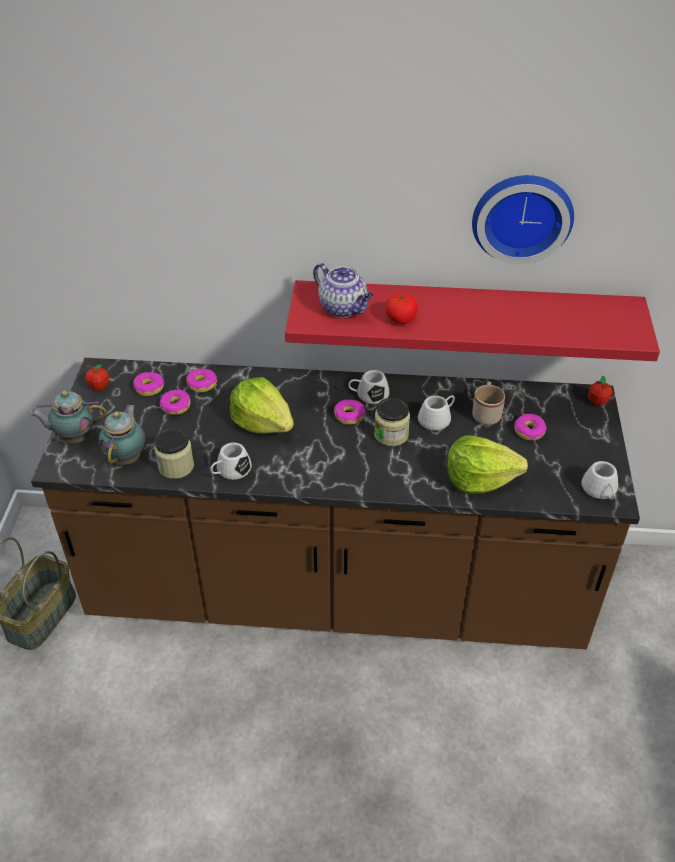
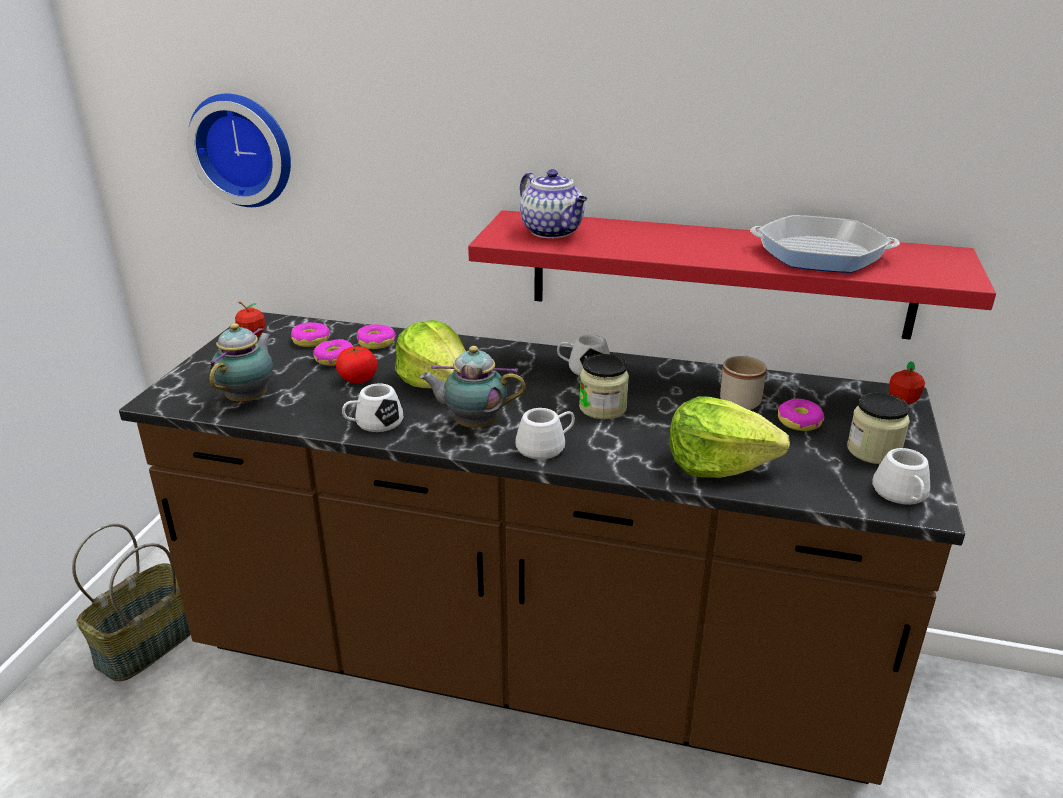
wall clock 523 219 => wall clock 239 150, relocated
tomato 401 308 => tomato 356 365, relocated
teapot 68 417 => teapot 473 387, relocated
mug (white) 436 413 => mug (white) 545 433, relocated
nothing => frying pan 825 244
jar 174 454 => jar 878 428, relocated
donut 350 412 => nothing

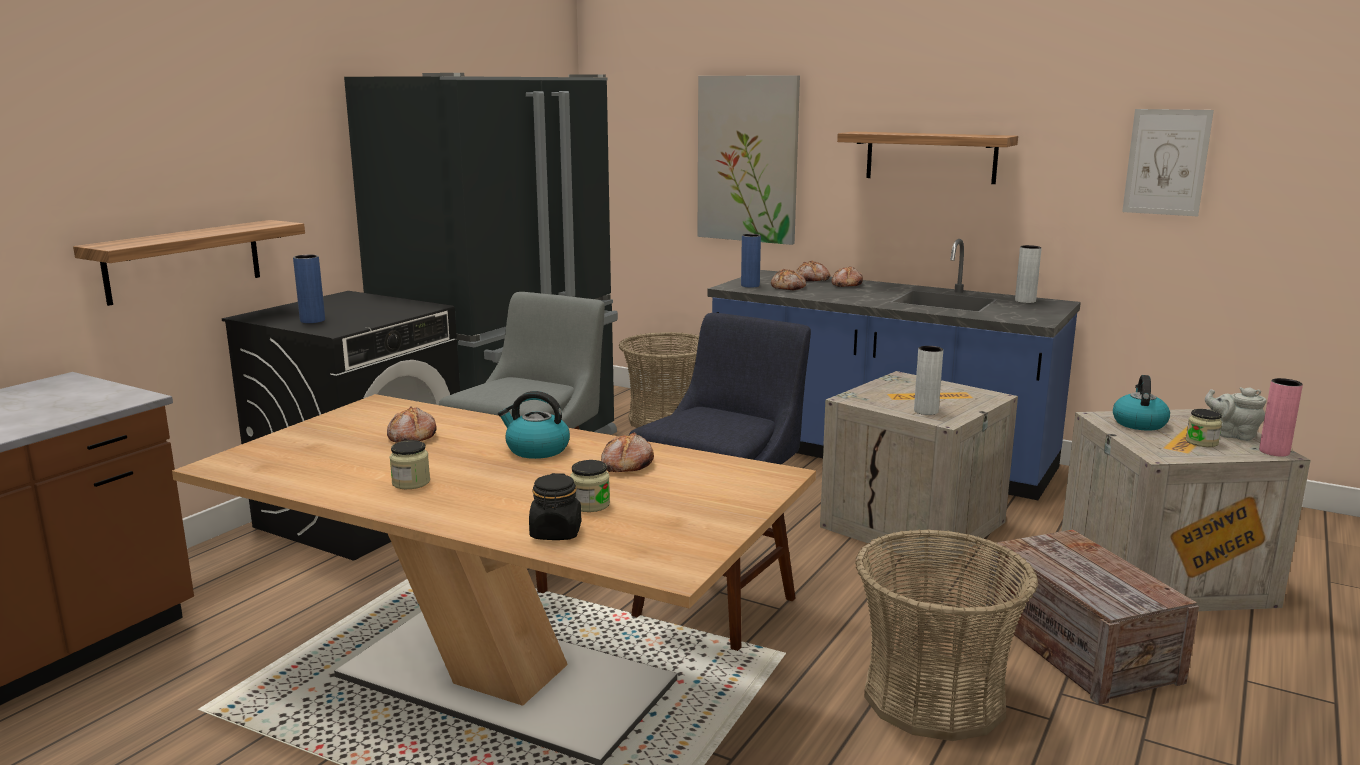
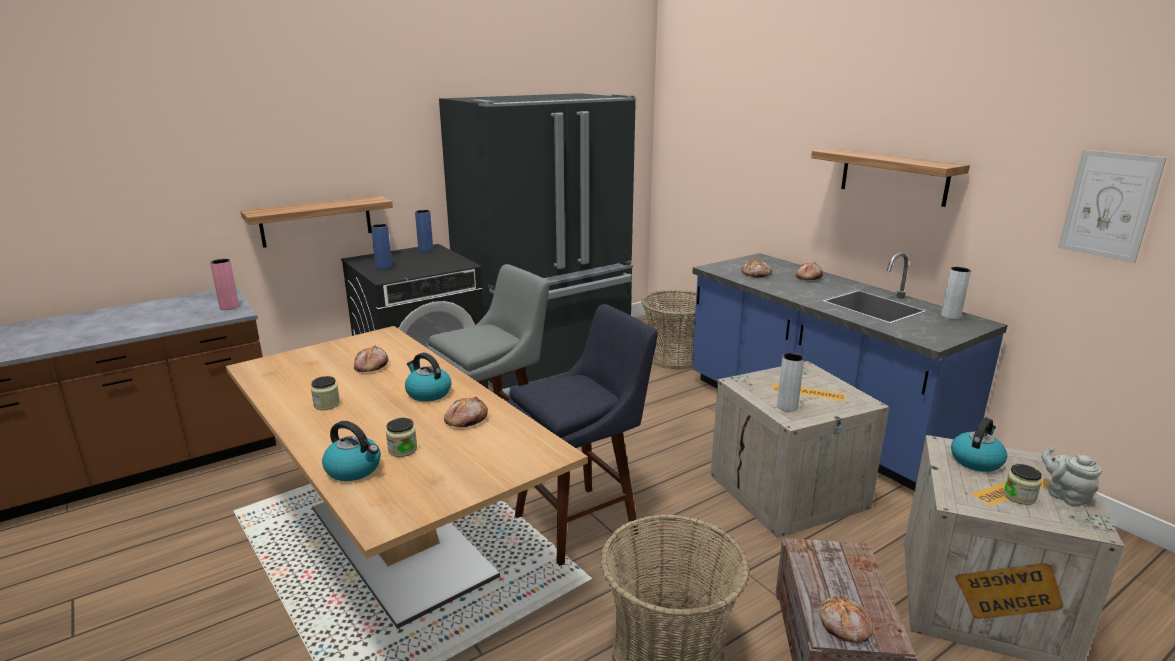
vase (pink) 1281 417 => vase (pink) 224 284, relocated
jar (black) 555 506 => kettle 351 451
vase (blue) 751 261 => vase (blue) 424 231, relocated
bread 813 270 => bread 846 619, relocated
picture 749 160 => nothing

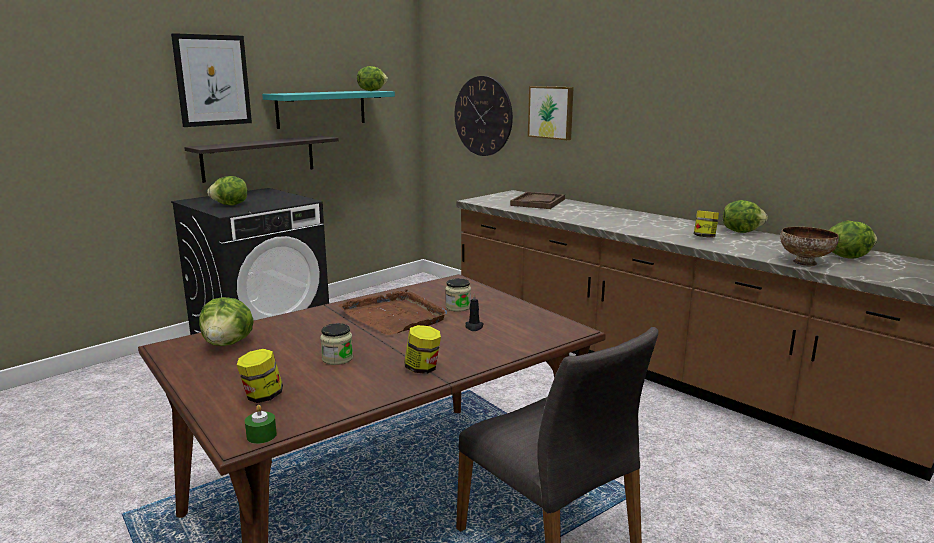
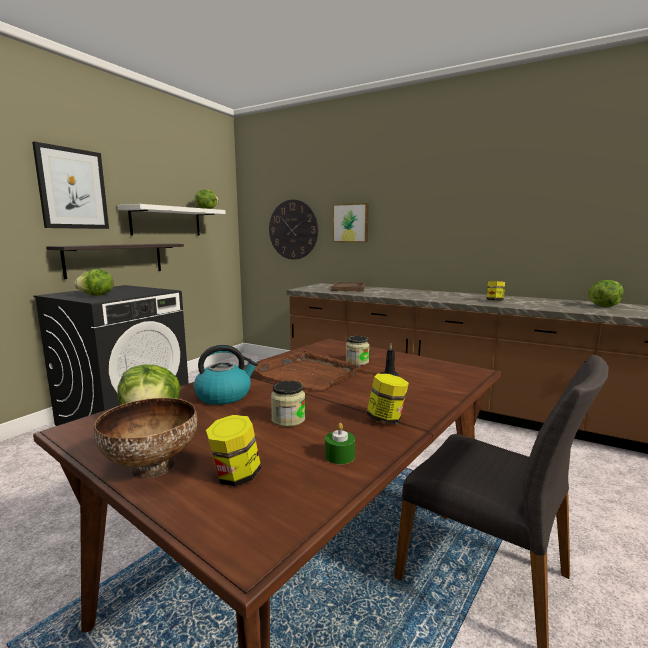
bowl 809 246 => bowl 145 438, relocated
shelf (turquoise) 328 110 => shelf (white) 172 220
nothing => kettle 226 375
candle (green) 261 424 => candle (green) 340 443, relocated
lettuce 745 216 => nothing

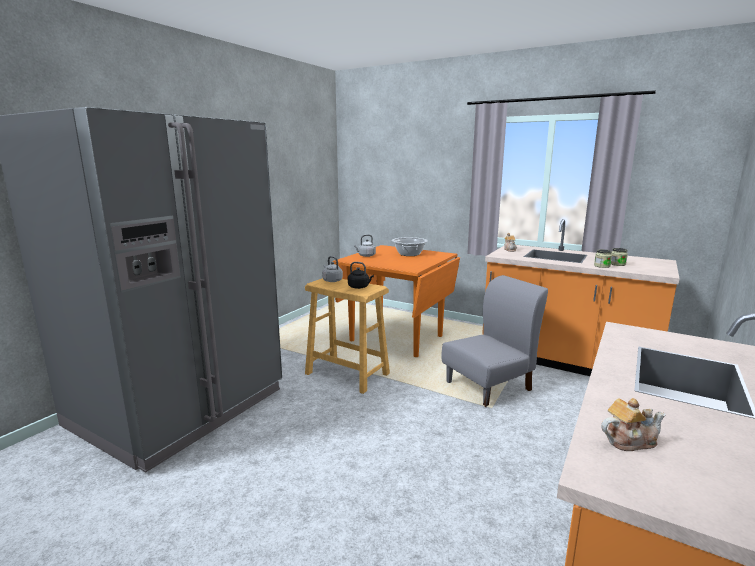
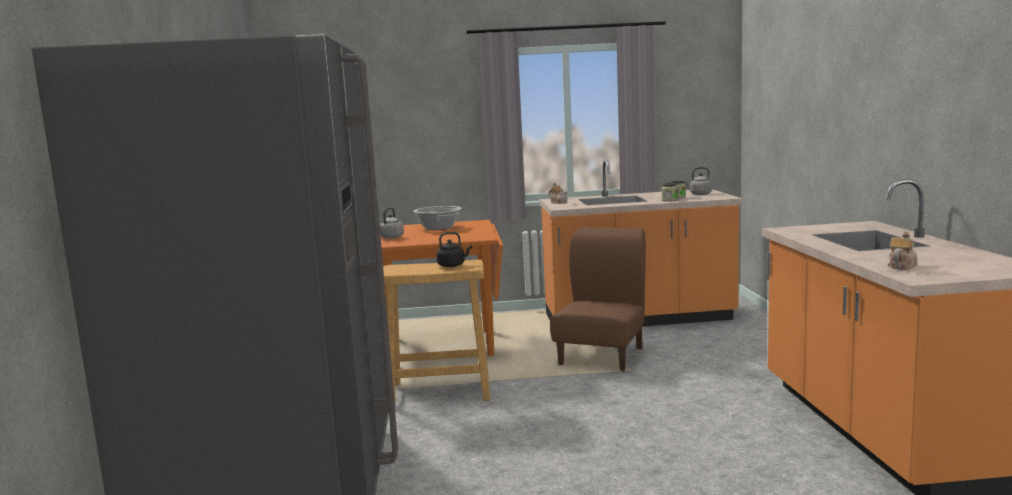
chair (grey) 494 341 => chair (brown) 598 299
kettle (grey) 332 269 => kettle (grey) 697 181, relocated

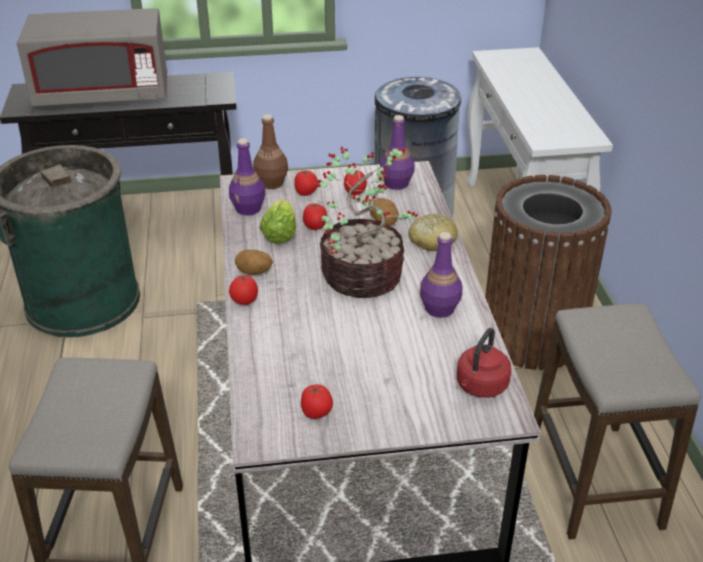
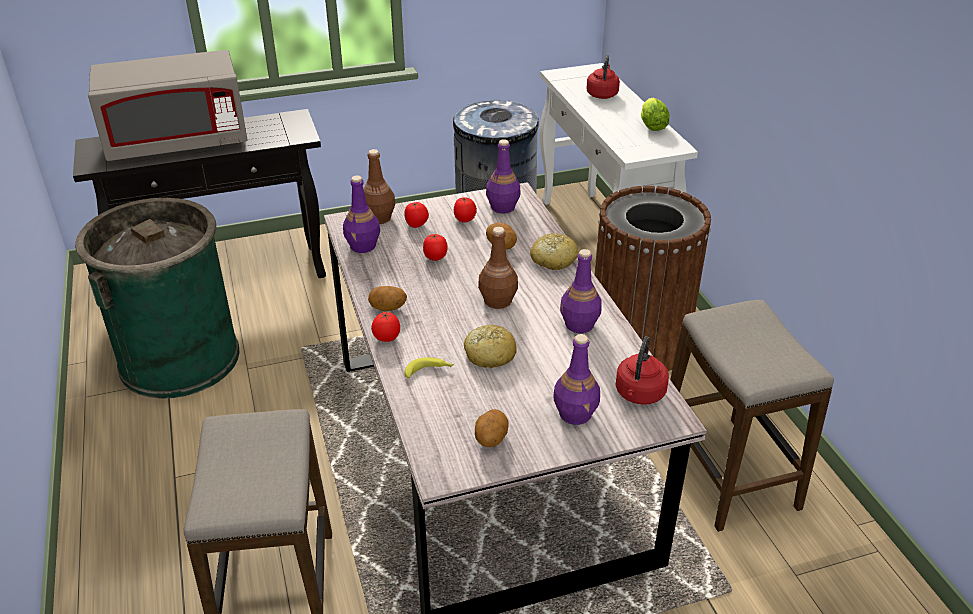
nothing => banana 429 367
nothing => bread 490 346
tomato 317 402 => potato 492 428
potted plant 366 222 => bottle (brown) 498 268
nothing => bottle (purple) 576 379
nothing => kettle (red) 603 77
lettuce 278 221 => lettuce 655 114, relocated

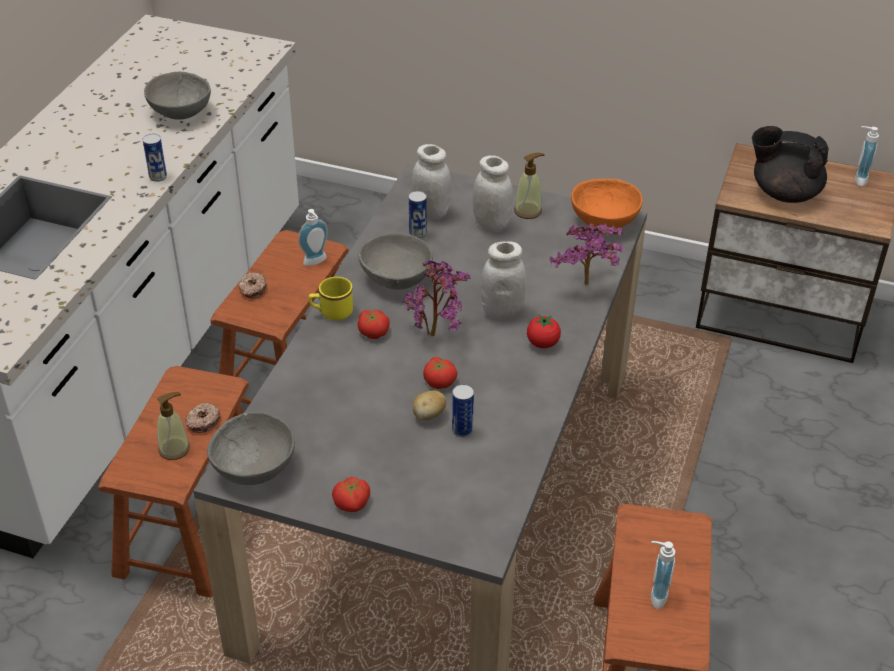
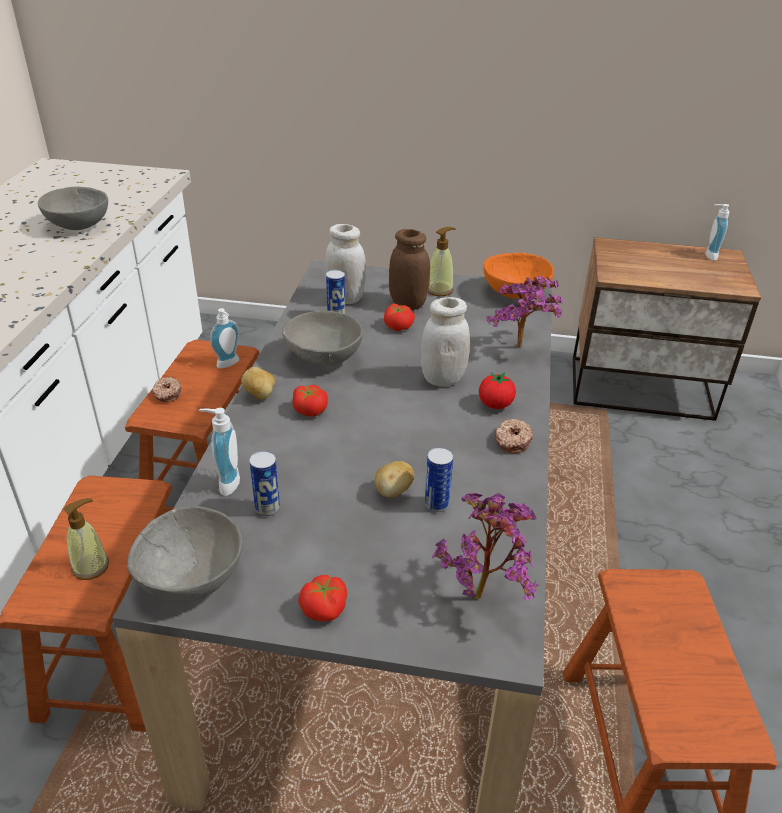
soap dispenser 663 575 => soap dispenser 219 452, relocated
mug (yellow) 331 299 => potato 258 383
can 155 158 => can 264 483, relocated
tomato 440 373 => tomato 399 317, relocated
jar (white) 493 194 => jar (brown) 409 269
potted plant 436 298 => potted plant 485 546, relocated
donut 202 417 => donut 514 435, relocated
teapot (black) 790 164 => nothing

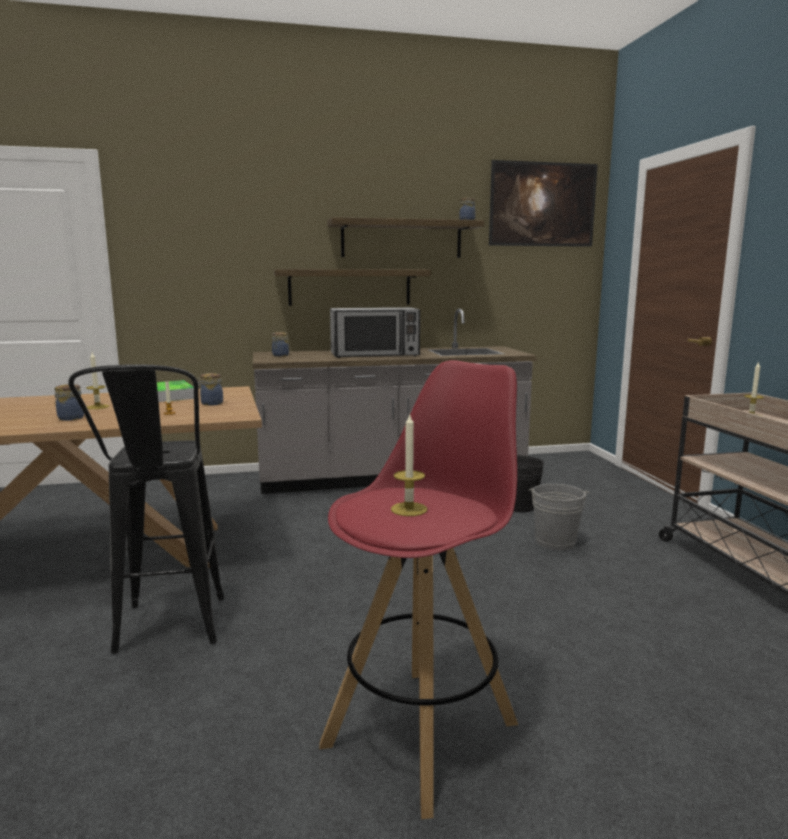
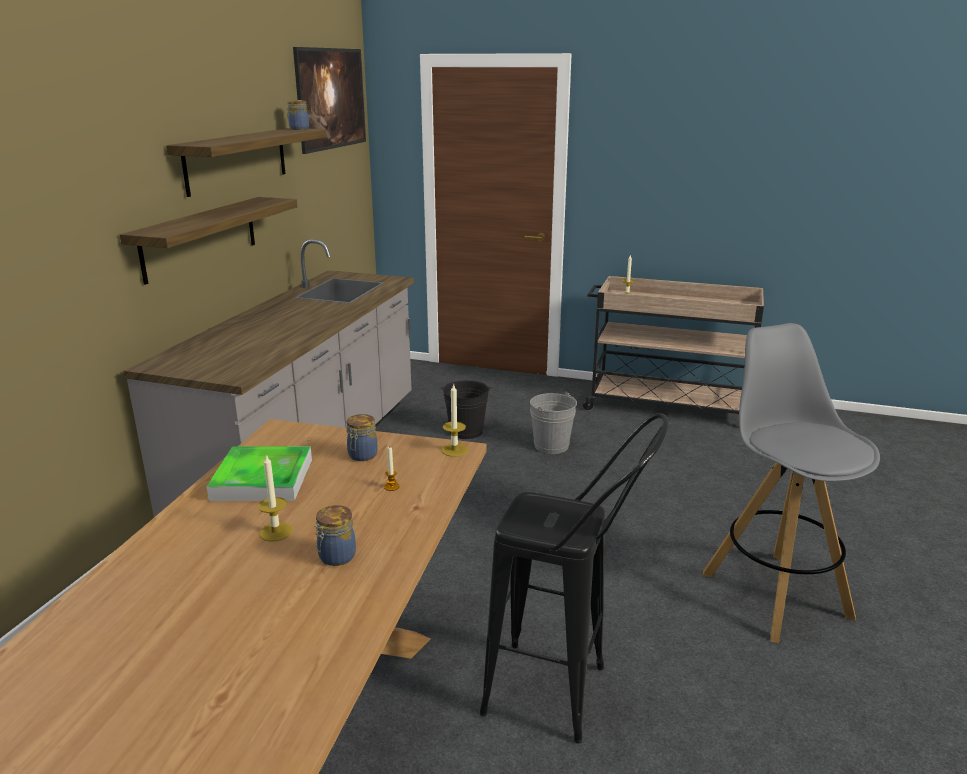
candle 409 464 => candle 454 420, relocated
stool (red) 418 589 => stool (grey) 791 483
jar 280 344 => nothing
microwave 375 332 => nothing

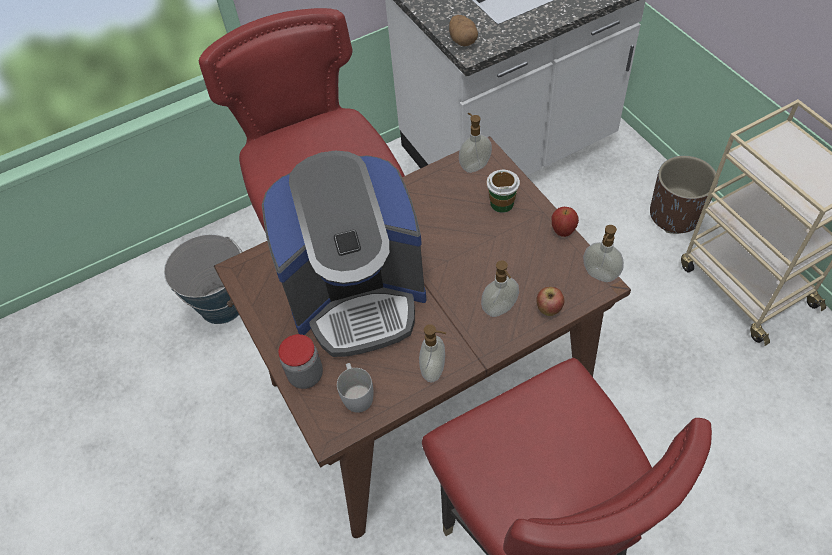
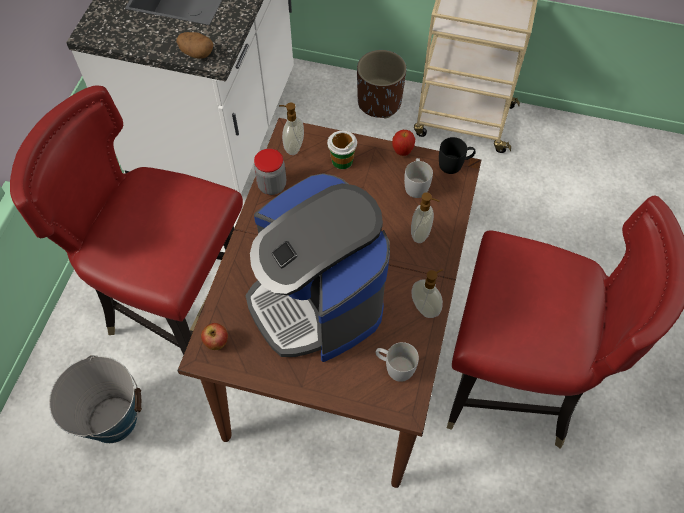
apple 550 301 => apple 214 336, relocated
coffee machine 344 254 => coffee machine 317 267, 120 degrees clockwise
jar 300 361 => jar 270 172, relocated
nothing => mug (white) 418 178
soap dispenser 603 253 => mug (black) 457 155

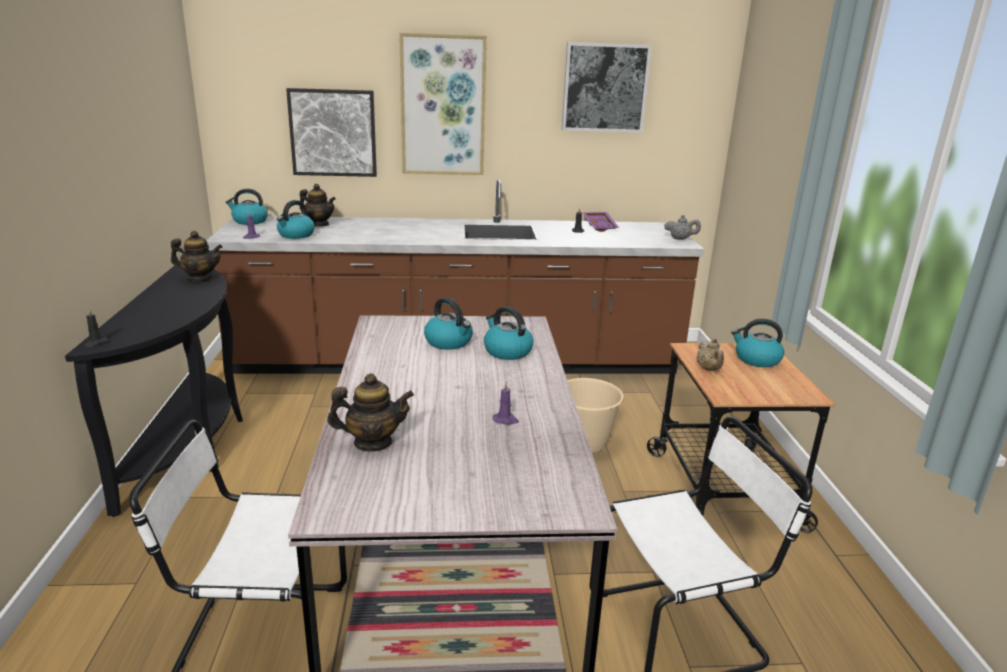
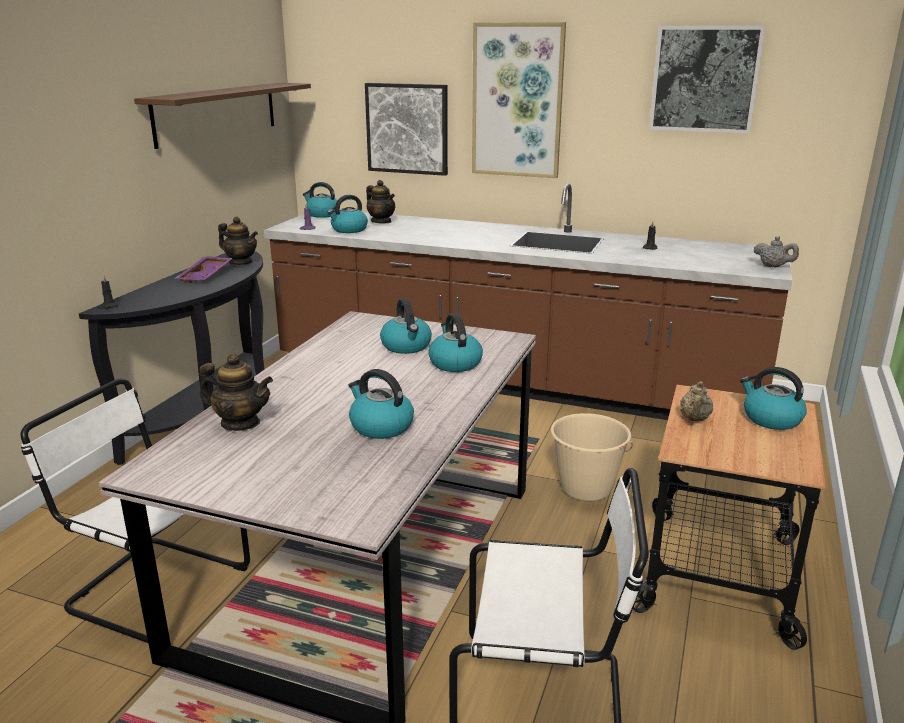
nothing => shelf (brown) 222 116
tray (purple) 600 222 => tray (purple) 204 269, relocated
candle (purple) 505 403 => kettle 381 404

